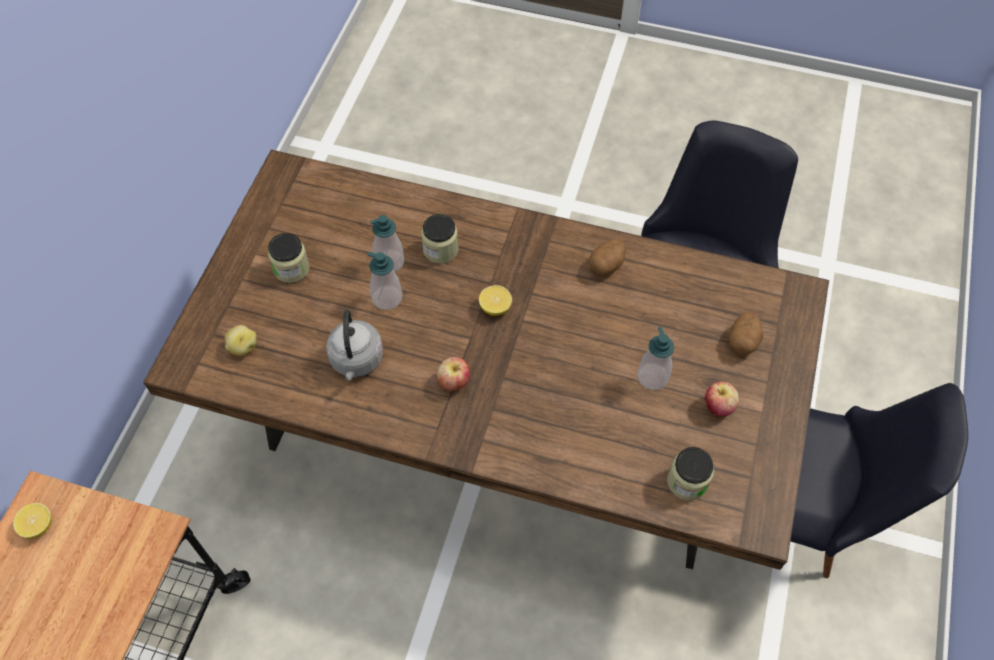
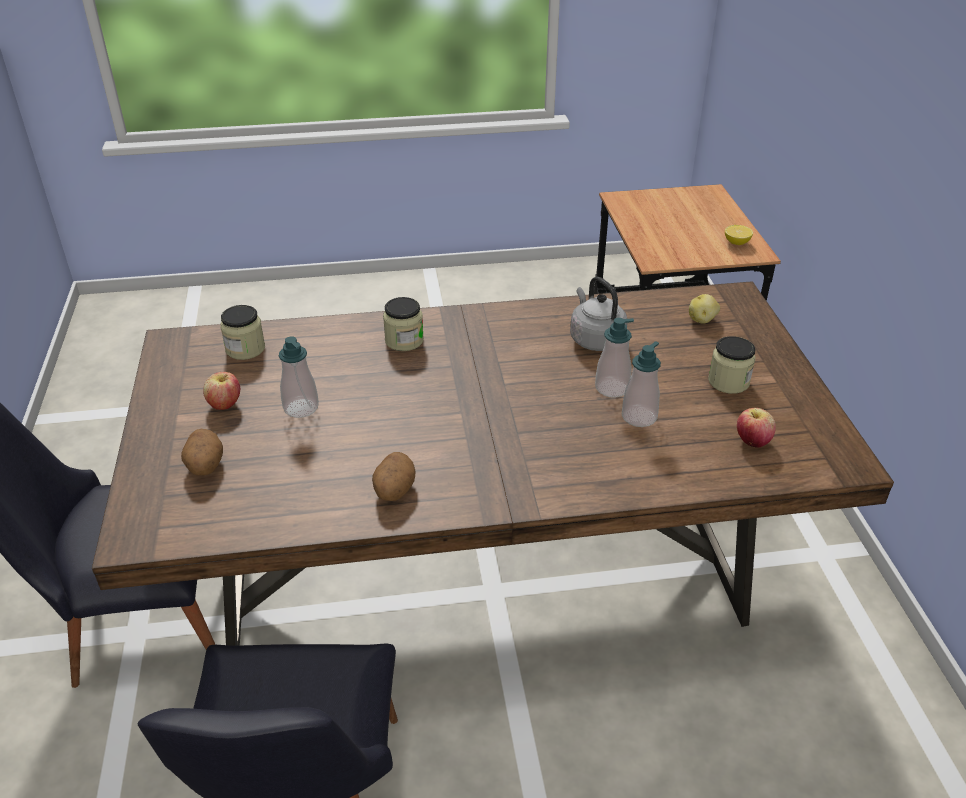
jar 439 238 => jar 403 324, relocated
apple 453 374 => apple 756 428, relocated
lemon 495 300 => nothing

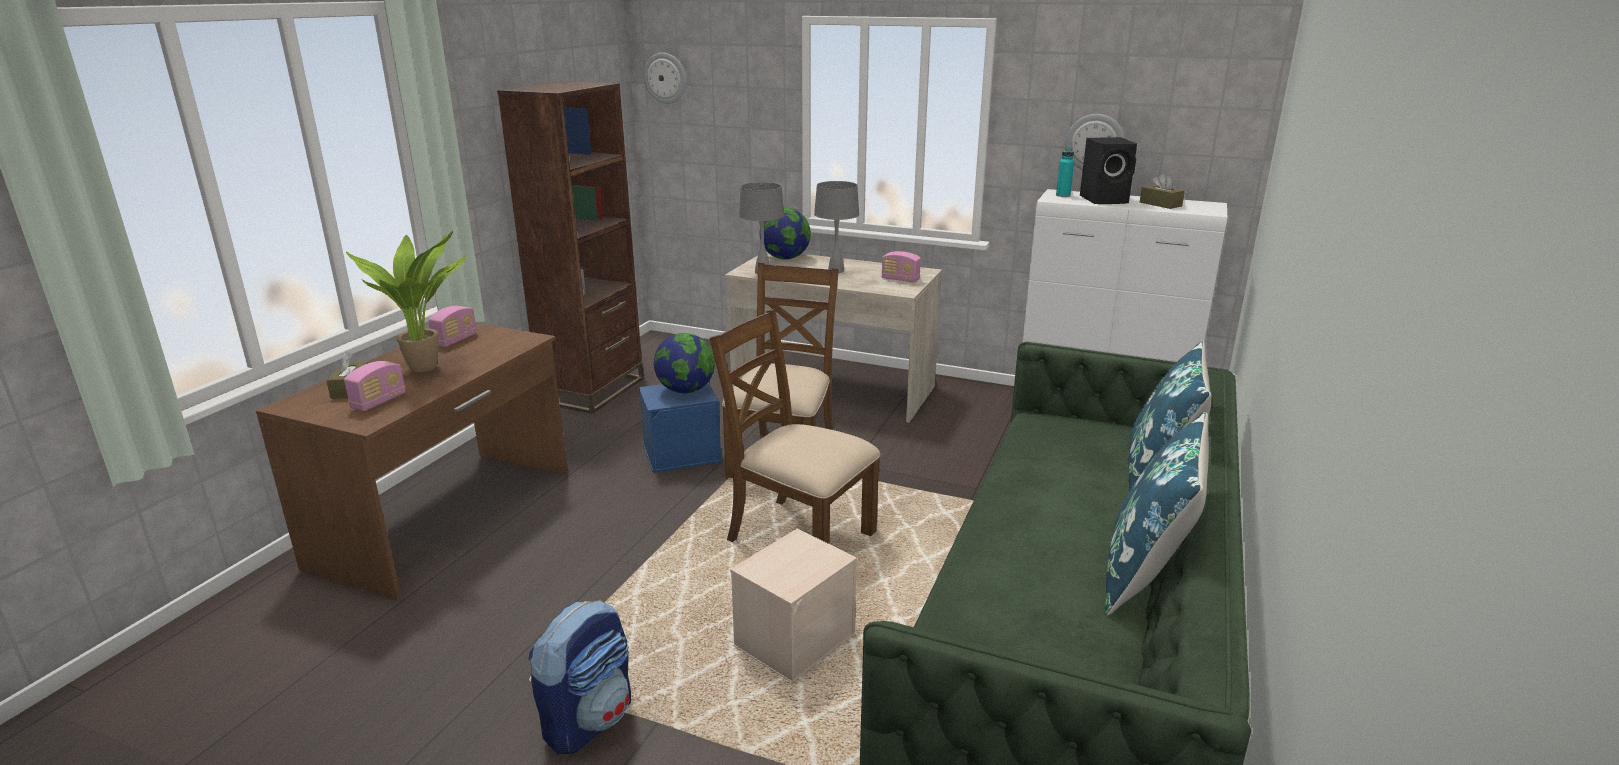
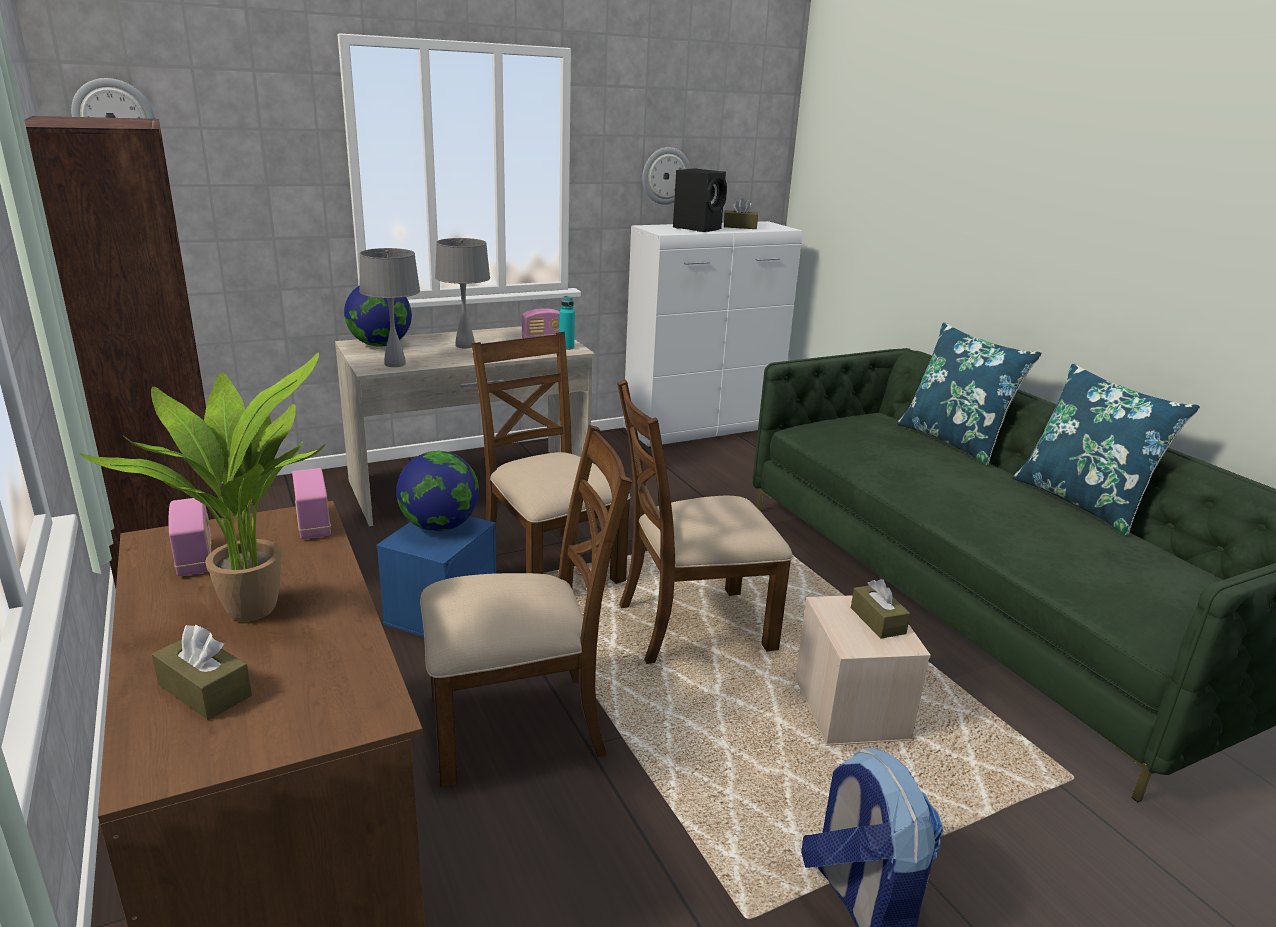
radio 375 386 => radio 311 503, relocated
nothing => chair (brown) 526 606
bottle (turquoise) 1065 172 => bottle (turquoise) 567 323, relocated
nothing => tissue box (brown) 881 608

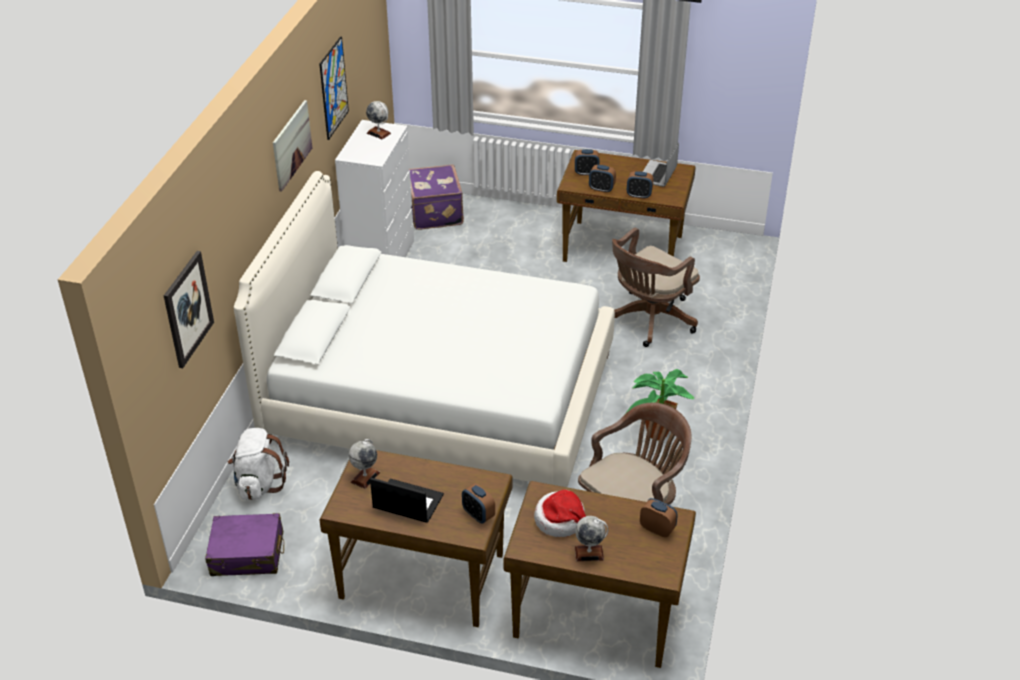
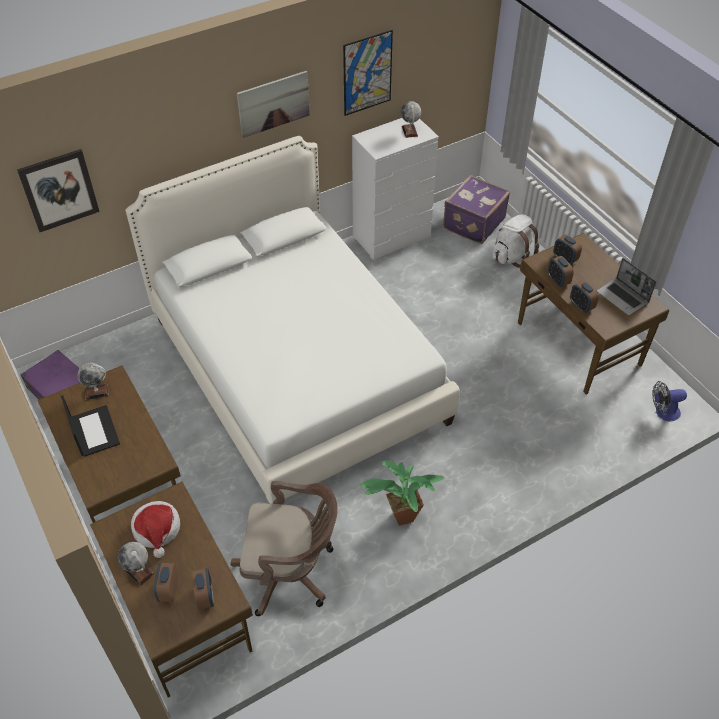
alarm clock 478 503 => alarm clock 166 582, relocated
backpack (white) 258 464 => backpack (white) 516 241, relocated
laptop 661 165 => laptop 626 287, 105 degrees counterclockwise
nothing => fan 669 401
office chair (brown) 656 287 => nothing

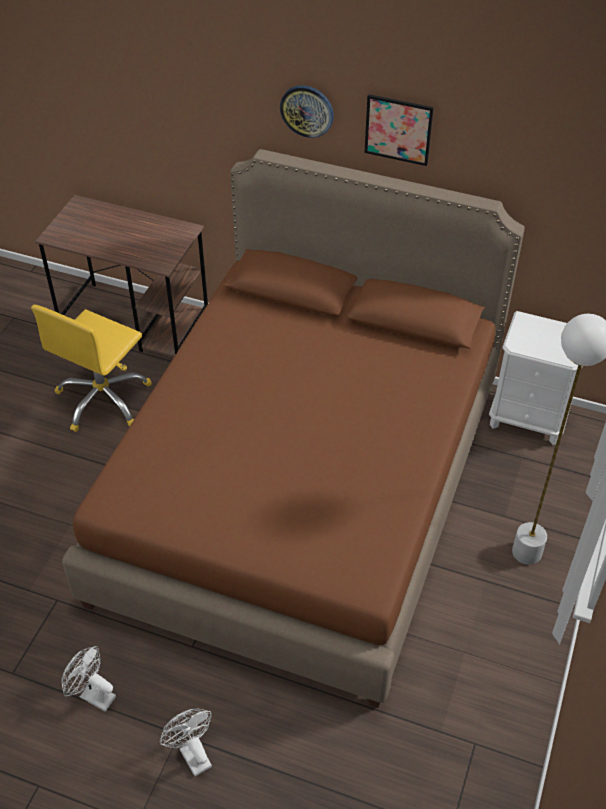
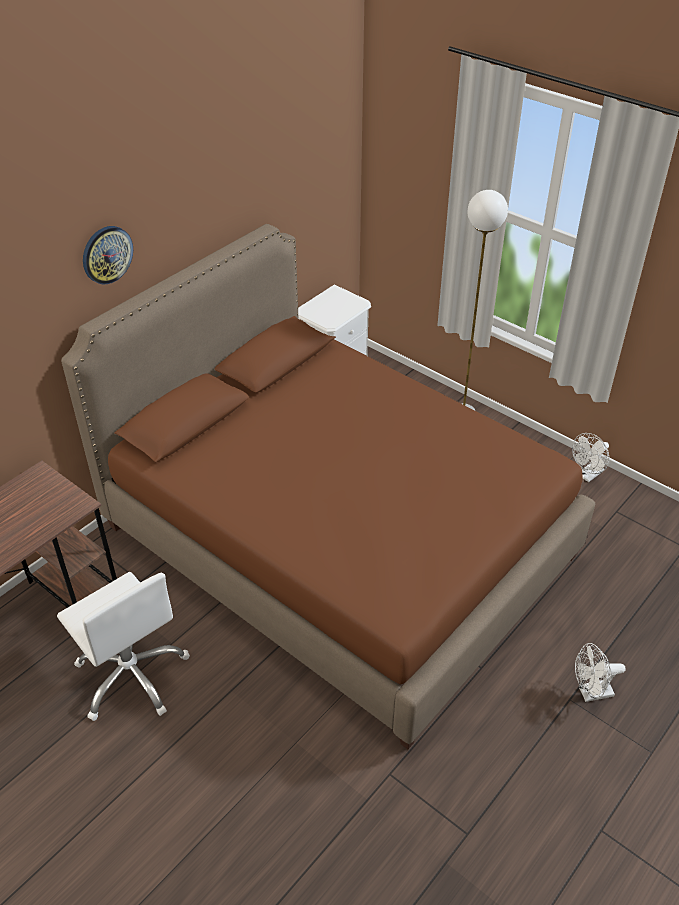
office chair (yellow) 91 368 => office chair (white) 123 646
fan (white) 88 678 => fan (white) 590 457, relocated
picture 399 130 => nothing

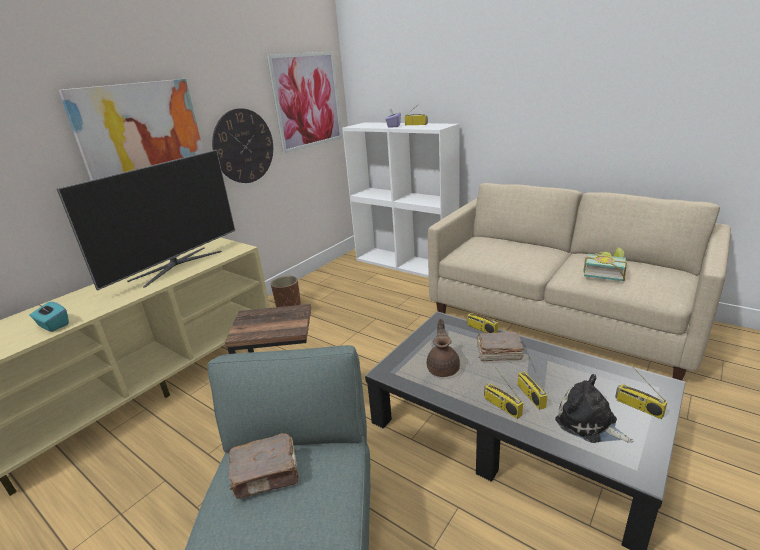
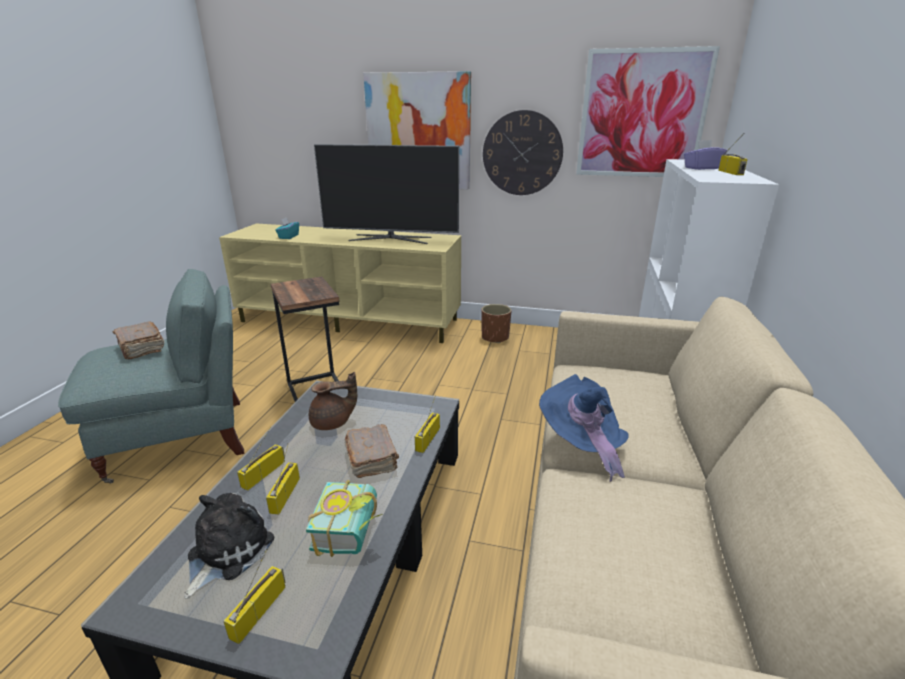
radio 532 383 => radio 283 478, 45 degrees counterclockwise
book 605 264 => book 344 518, relocated
nothing => hat (blue) 583 428

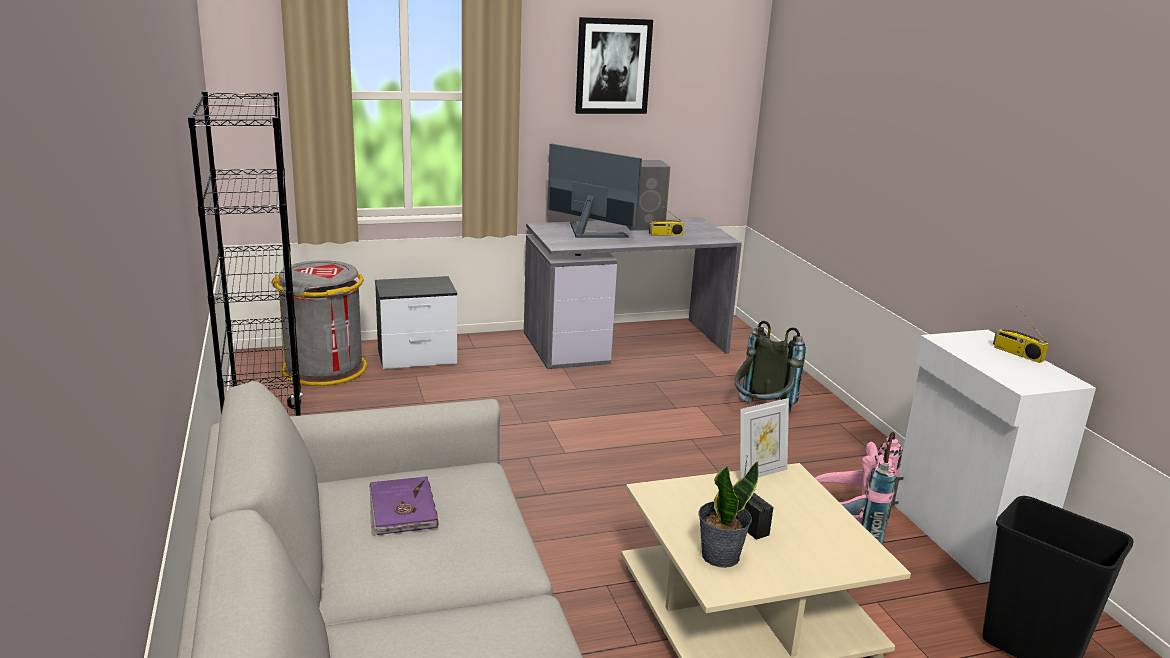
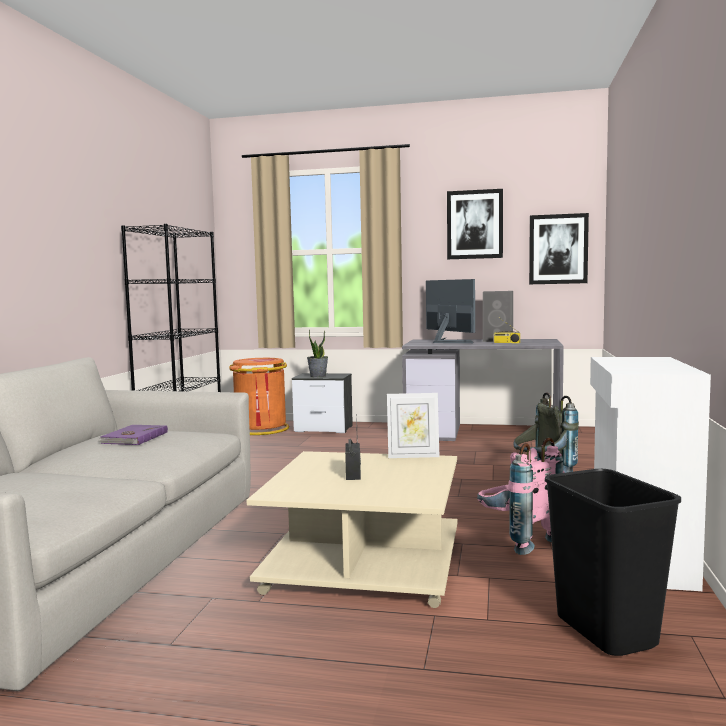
trash can (grey) 319 323 => trash can (orange) 259 396
potted plant 728 514 => potted plant 317 354, relocated
nothing => picture 559 248
radio 1020 333 => nothing

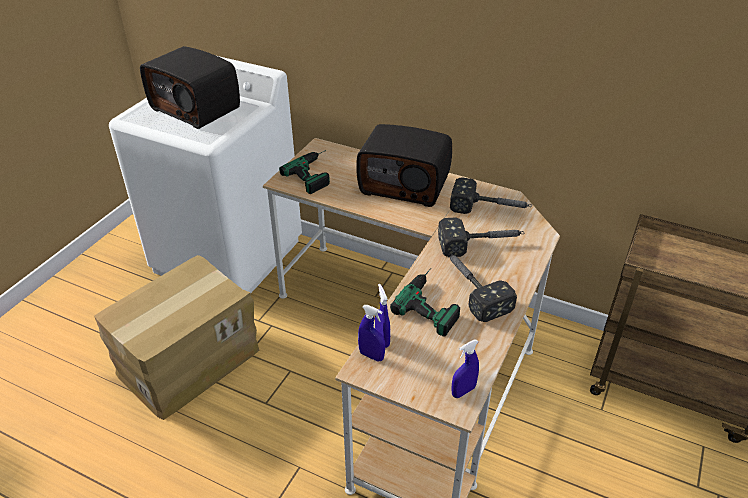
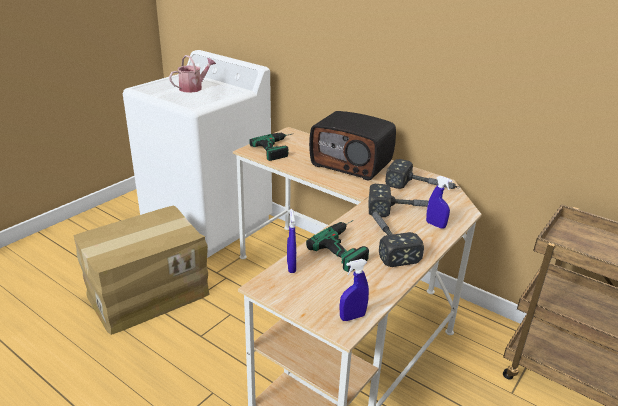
radio 190 87 => watering can 192 74
spray bottle (blue) 371 333 => spray bottle (blue) 439 202, relocated

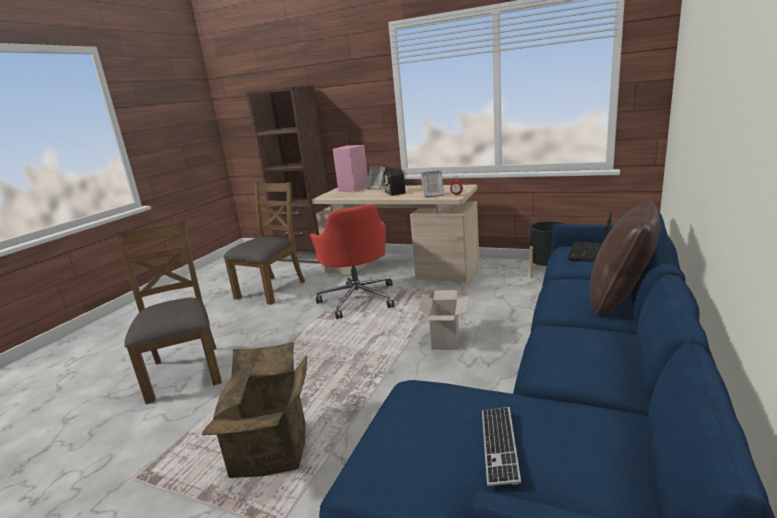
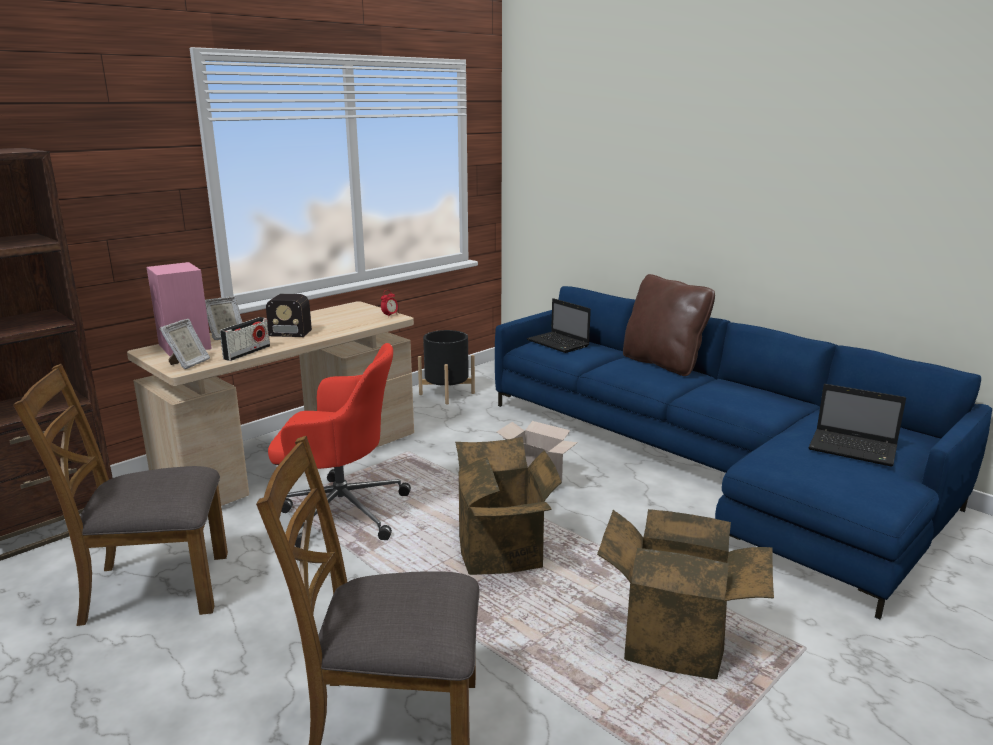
chair (brown) 264 243 => chair (brown) 120 495, 60 degrees counterclockwise
picture frame 432 184 => picture frame 184 344, relocated
nothing => radio 245 339
nothing => cardboard box 508 506
keyboard 501 446 => laptop 857 425

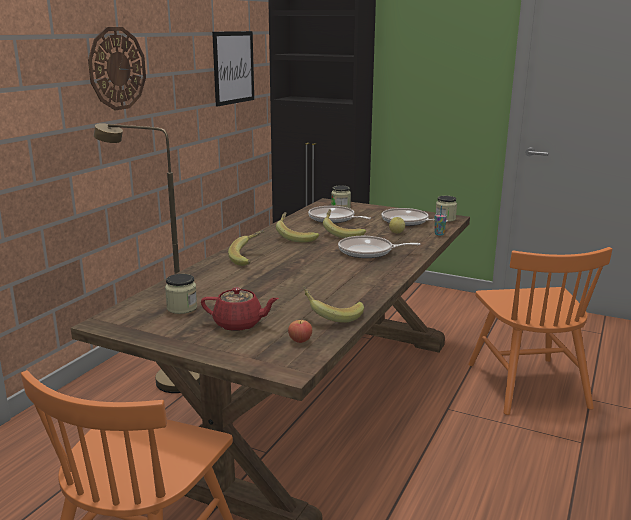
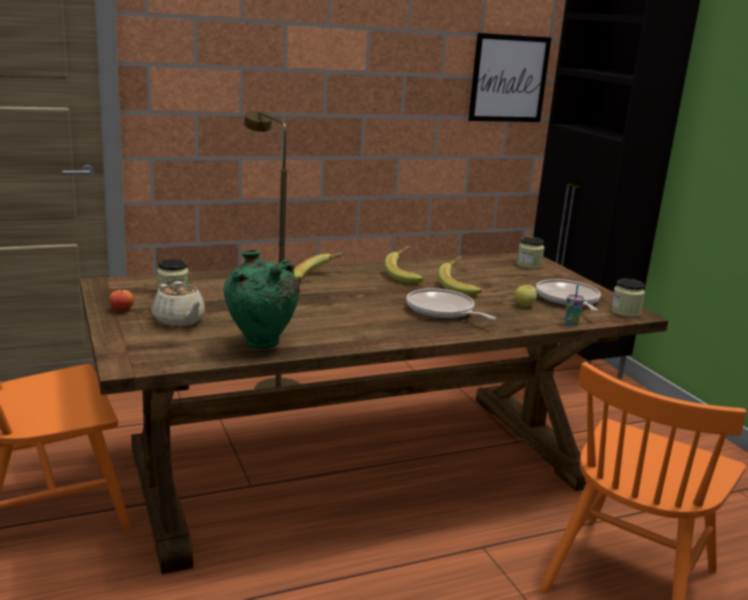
apple 300 331 => apple 121 300, relocated
teapot (red) 240 309 => teapot (beige) 178 303
banana 333 304 => vase (green) 262 299
wall clock 117 68 => nothing
frying pan 339 214 => nothing

